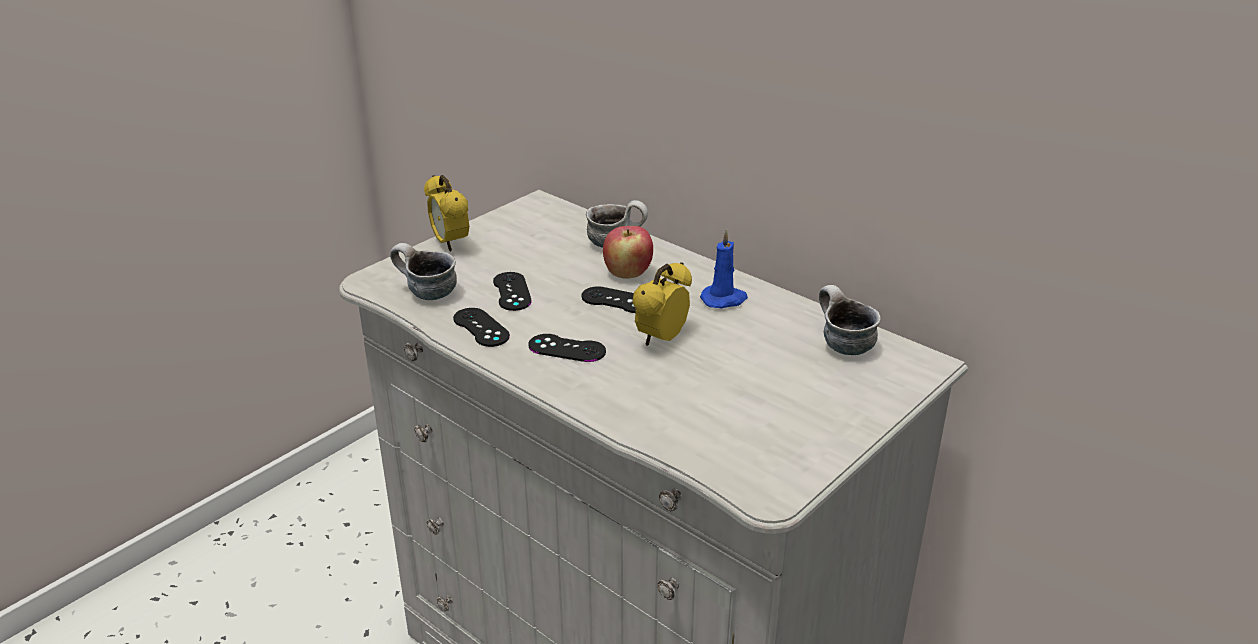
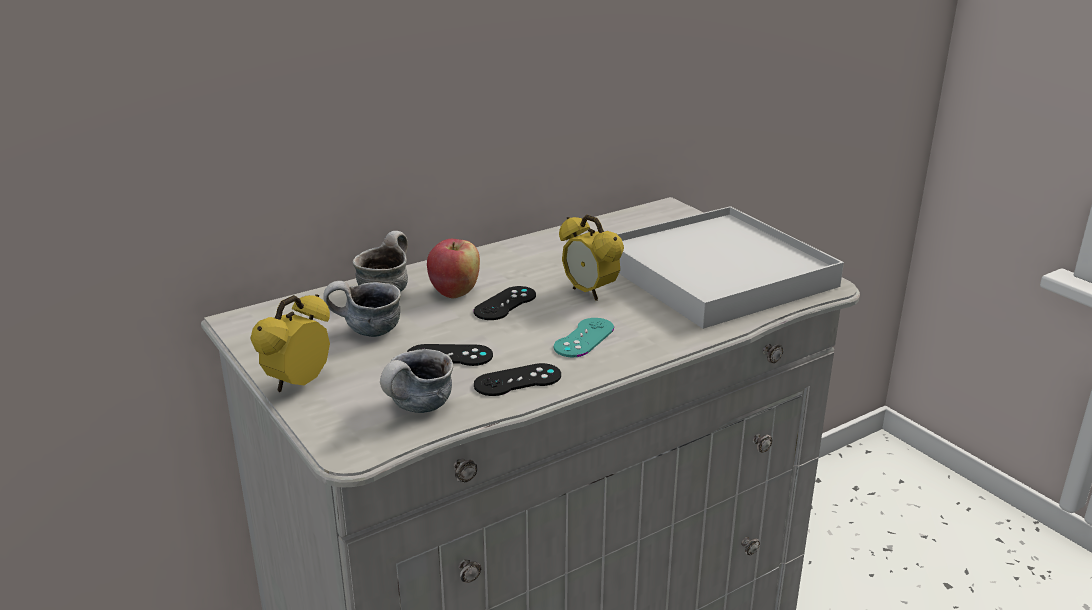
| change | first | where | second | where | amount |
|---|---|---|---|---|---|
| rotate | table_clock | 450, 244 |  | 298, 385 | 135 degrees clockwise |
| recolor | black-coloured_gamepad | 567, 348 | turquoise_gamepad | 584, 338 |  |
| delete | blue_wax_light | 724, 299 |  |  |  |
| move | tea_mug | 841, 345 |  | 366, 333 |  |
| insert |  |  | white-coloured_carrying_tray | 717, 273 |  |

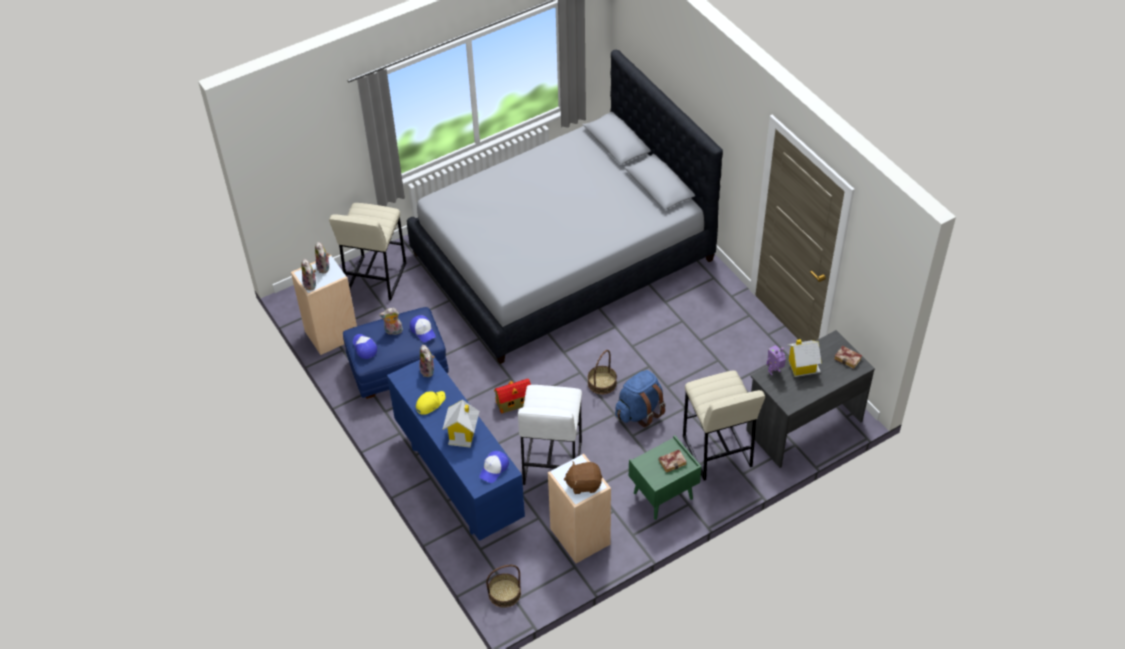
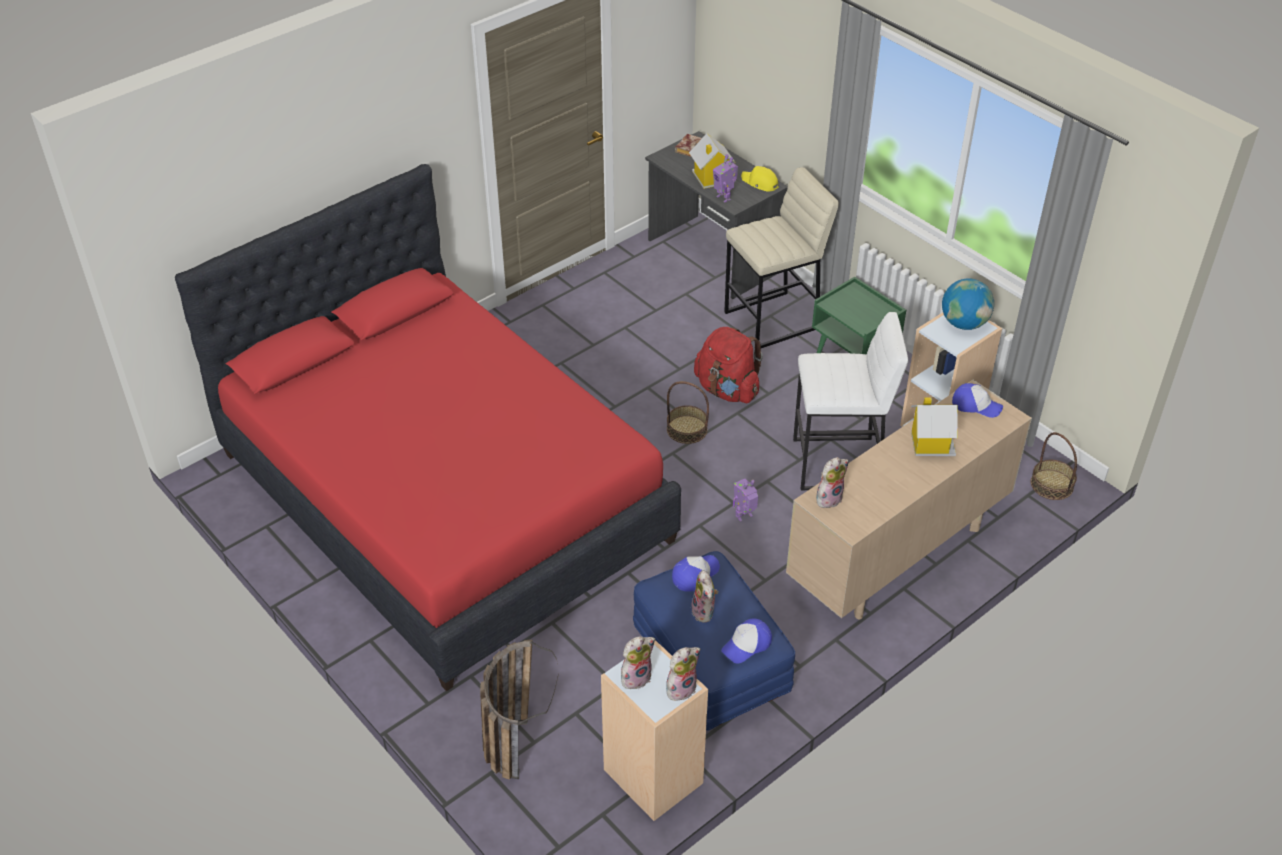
| change | first | where | second | where | amount |
|---|---|---|---|---|---|
| replace | sand-coloured_stool | 376, 279 | storage_basket | 514, 736 |  |
| recolor | blue_dresser | 458, 480 | sand-coloured_dresser | 898, 557 |  |
| recolor | greyish_bed | 563, 256 | red_bed | 444, 496 |  |
| move | yellow-coloured_cap | 430, 403 |  | 759, 183 |  |
| replace | miniature_house | 513, 403 | model_robot | 744, 516 |  |
| replace | brown-coloured_cuddly_toy | 584, 484 | globe | 964, 323 |  |
| recolor | blue_backpack | 639, 411 | red_backpack | 727, 390 |  |
| delete | volume | 673, 461 |  |  |  |

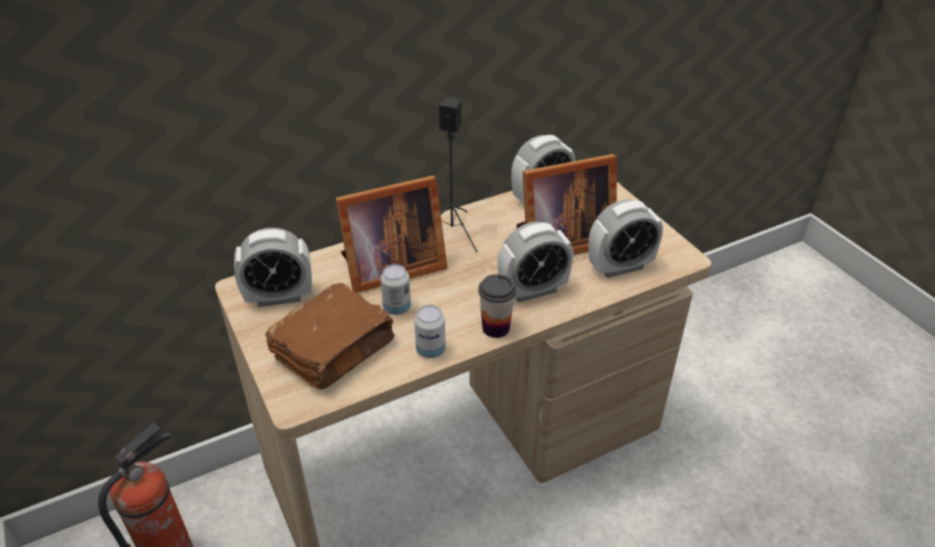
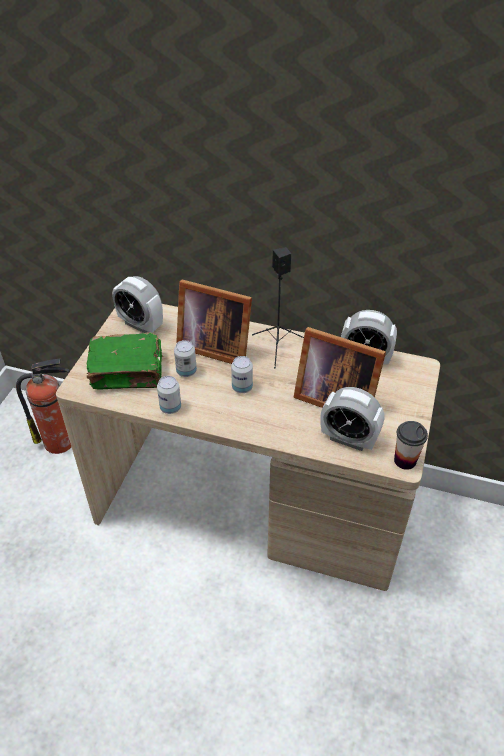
| change | first | where | second | where | amount |
|---|---|---|---|---|---|
| recolor | brown-coloured_volume | 335, 349 | green_volume | 128, 372 |  |
| move | drinking_cup | 496, 328 |  | 405, 460 |  |
| delete | table_clock | 533, 290 |  |  |  |
| insert |  |  | metal_can | 242, 387 |  |

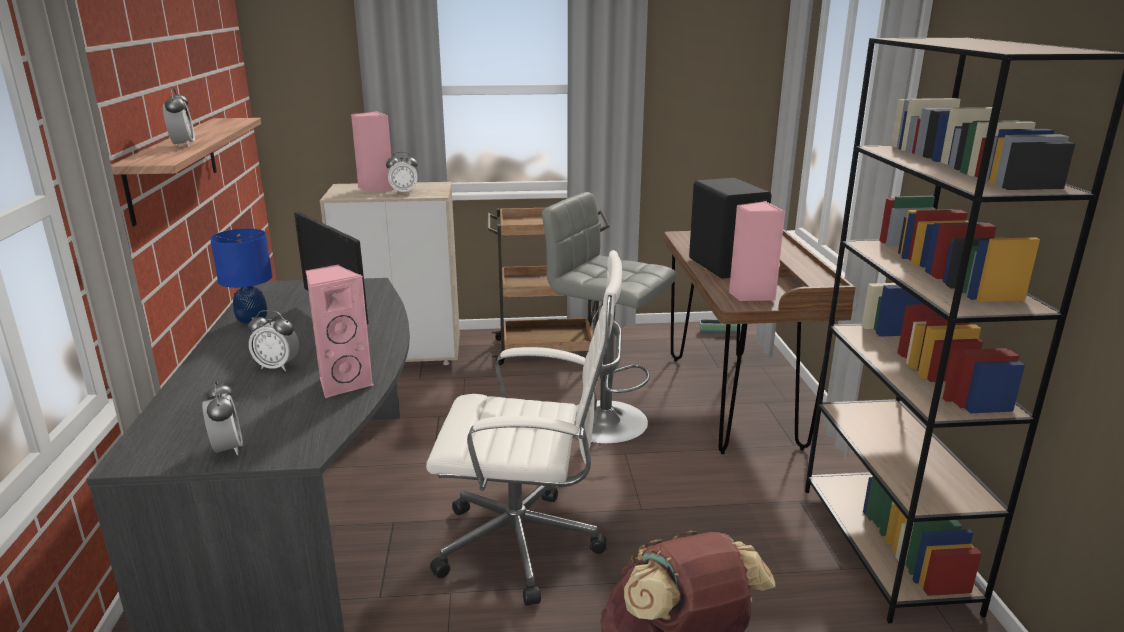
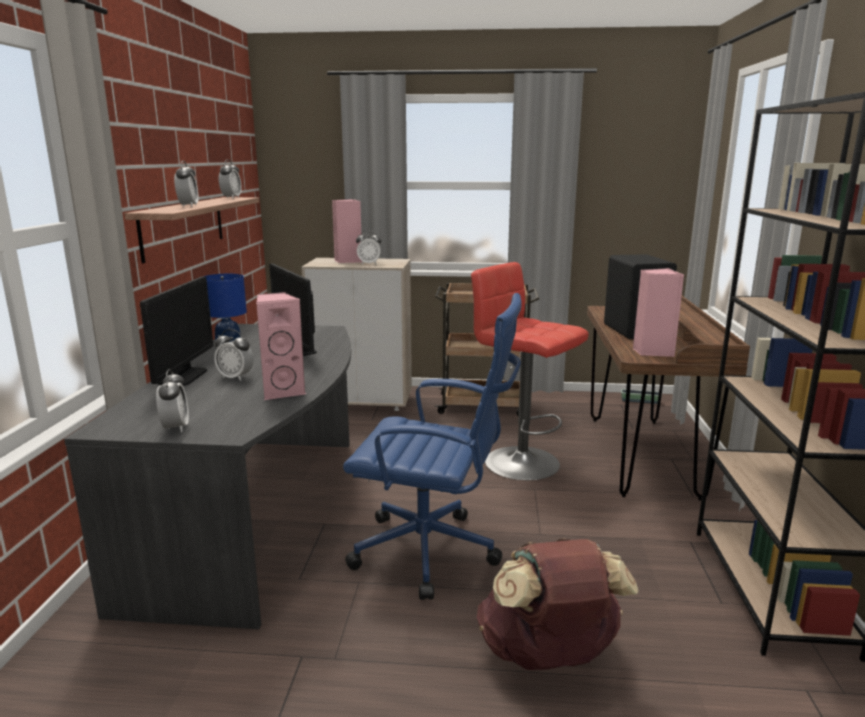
| change | first | where | second | where | amount |
|---|---|---|---|---|---|
| recolor | white-coloured_computer_chair | 527, 545 | blue_computer_chair | 432, 552 |  |
| recolor | greyish_stool | 605, 421 | red_stool | 521, 462 |  |
| insert |  |  | computer_display | 182, 376 |  |
| insert |  |  | table_clock | 231, 198 |  |

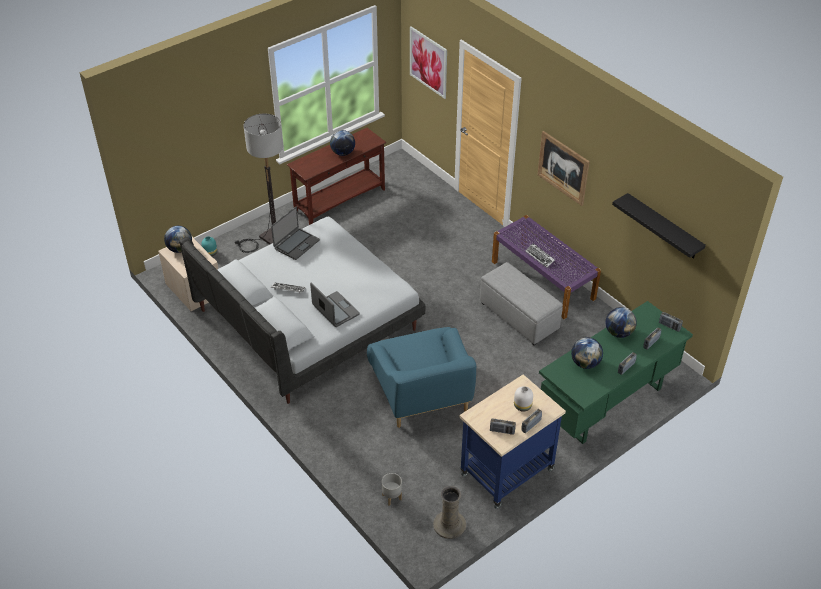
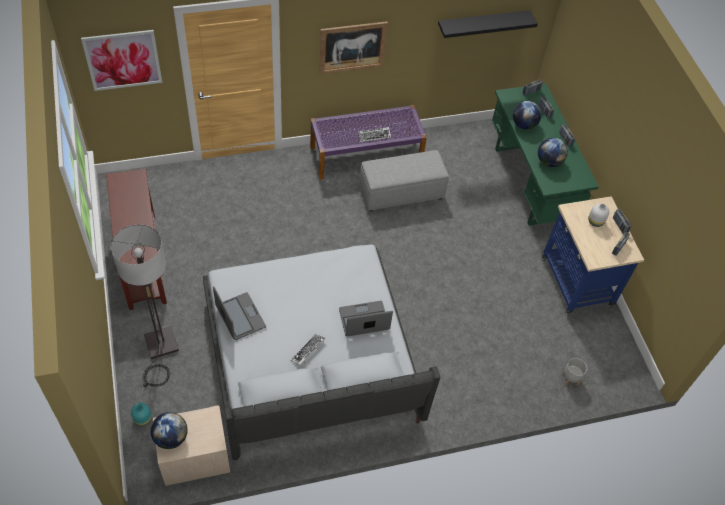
| change | first | where | second | where | amount |
|---|---|---|---|---|---|
| delete | globe | 343, 153 |  |  |  |
| delete | blue_easy_chair | 422, 392 |  |  |  |
| delete | sand-coloured_vase | 449, 524 |  |  |  |

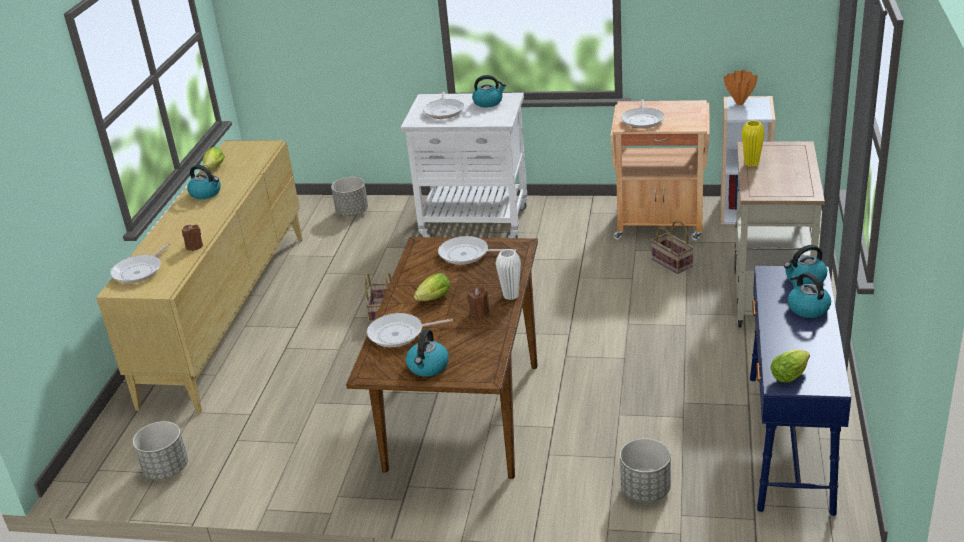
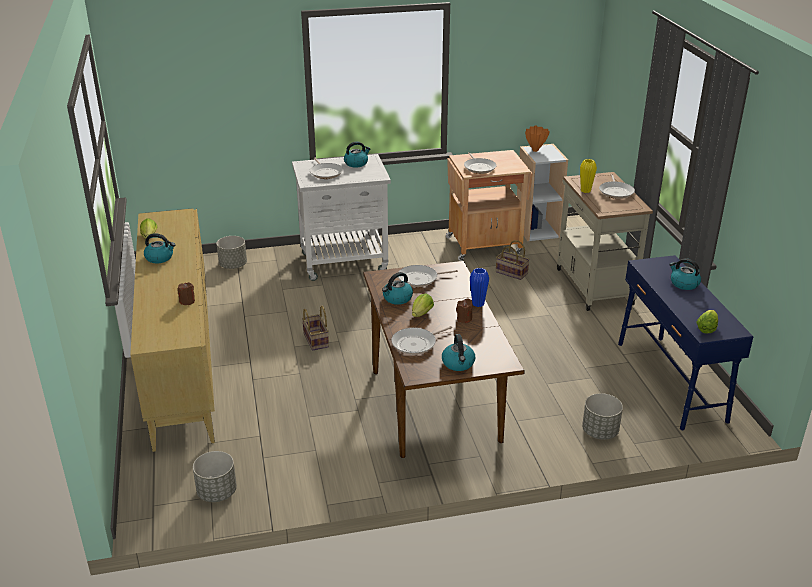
| change | first | where | second | where | amount |
|---|---|---|---|---|---|
| move | skillet | 140, 271 |  | 616, 192 |  |
| recolor | white-coloured_vase | 511, 295 | blue_vase | 478, 304 |  |
| move | tea_kettle | 804, 279 |  | 397, 298 |  |

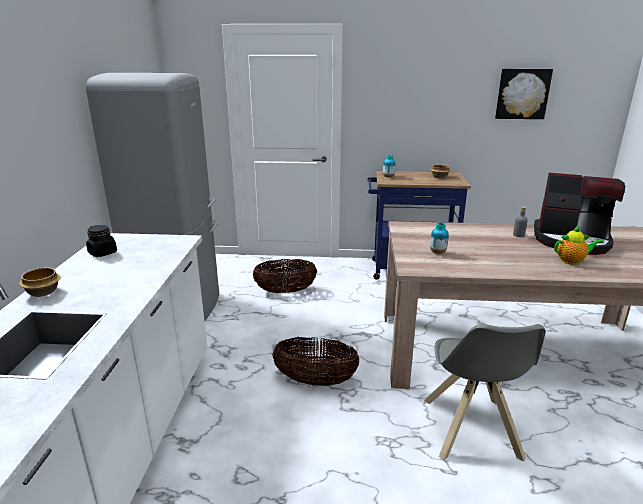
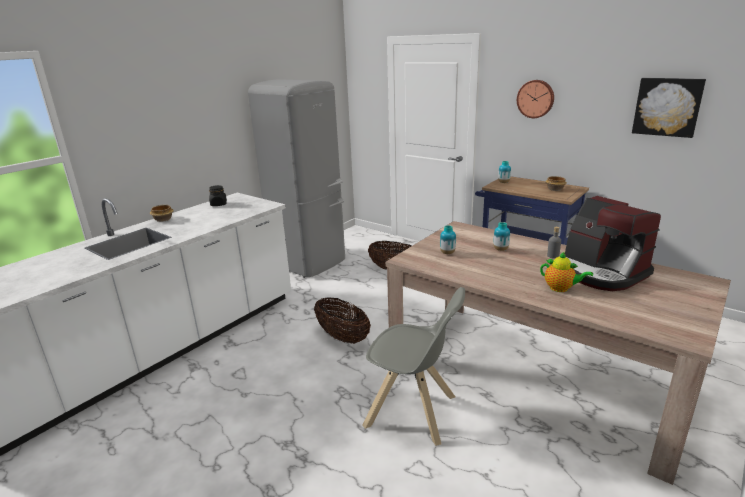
| change | first | where | second | where | amount |
|---|---|---|---|---|---|
| rotate | greyish_plain_chair | 471, 430 |  | 413, 412 | 105 degrees counterclockwise |
| insert |  |  | vase | 500, 249 |  |
| insert |  |  | clock_on_the_wall | 535, 99 |  |

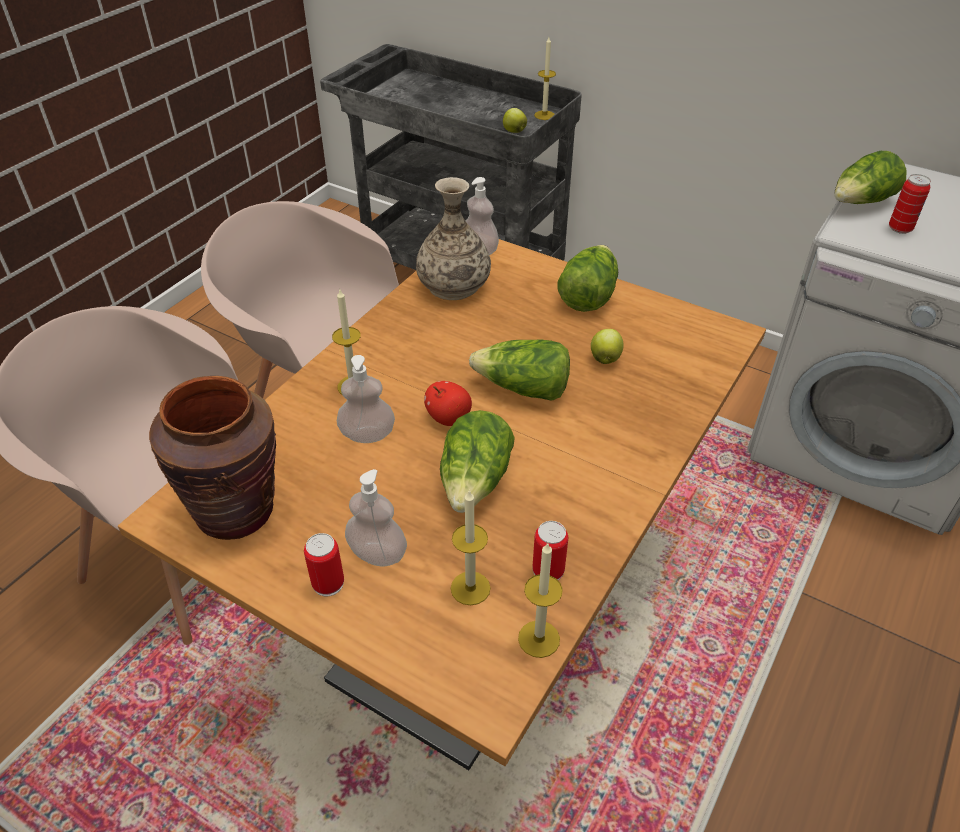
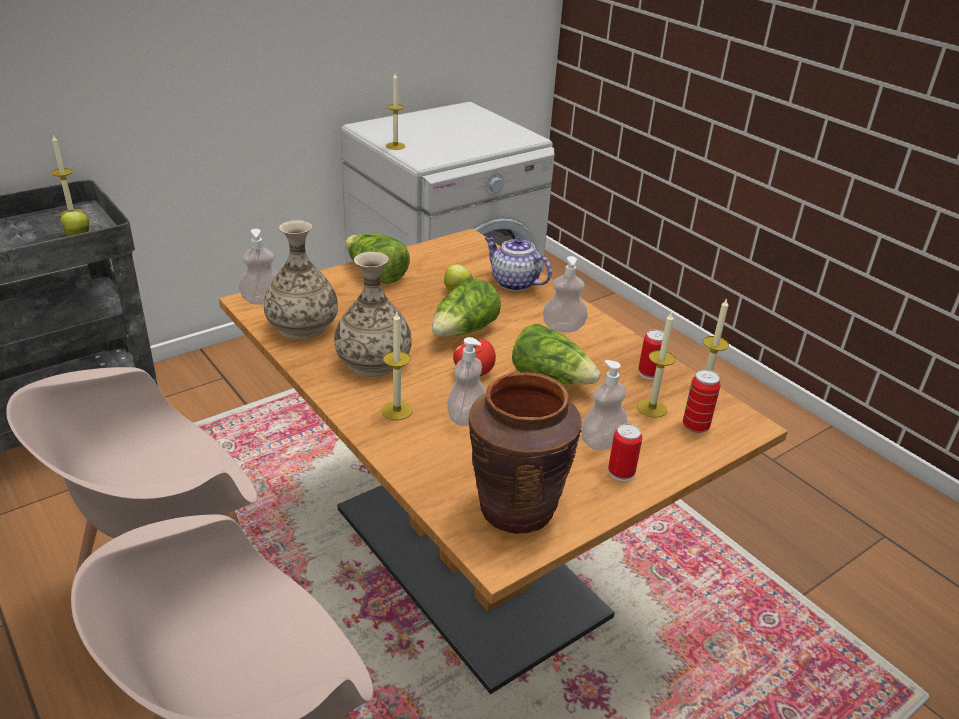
| change | first | where | second | where | amount |
|---|---|---|---|---|---|
| replace | head_of_lettuce | 861, 202 | wax_light | 395, 146 |  |
| move | metal_can | 900, 228 |  | 695, 426 |  |
| insert |  |  | vase | 373, 361 |  |
| insert |  |  | pot_for_tea | 513, 282 |  |
| insert |  |  | liquid_soap_bottle | 563, 328 |  |

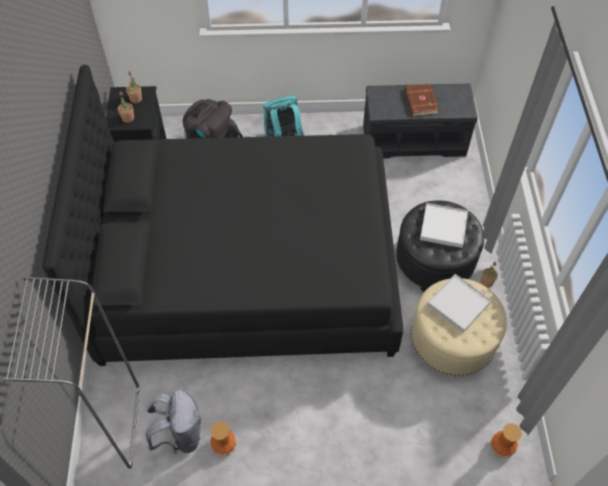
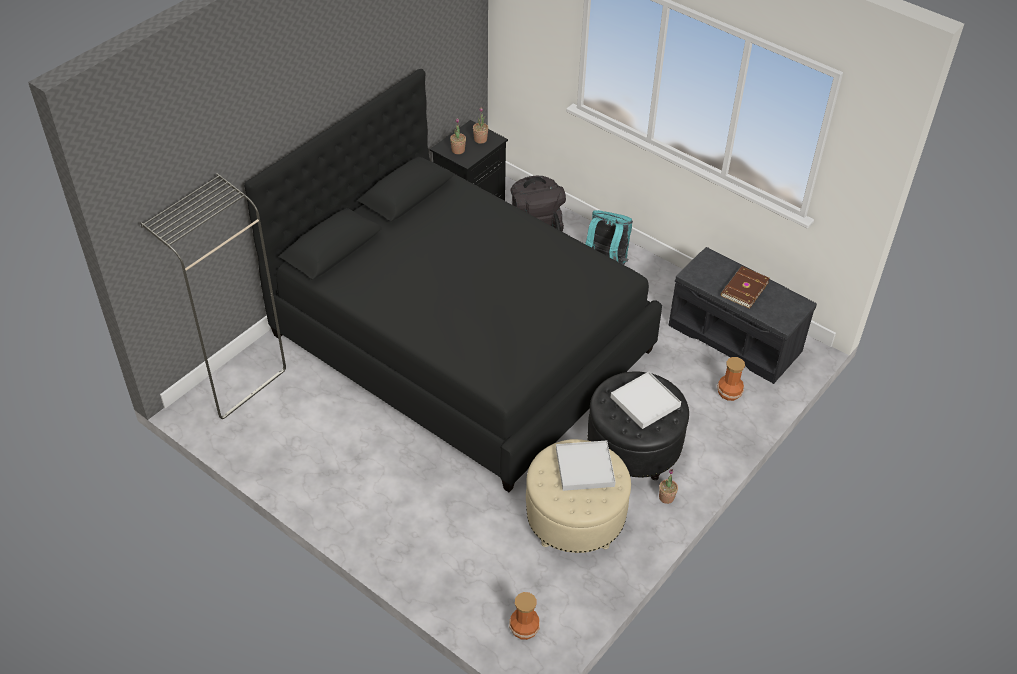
| change | first | where | second | where | amount |
|---|---|---|---|---|---|
| delete | greyish_backpack | 180, 434 |  |  |  |
| move | vase | 223, 445 |  | 728, 392 |  |

